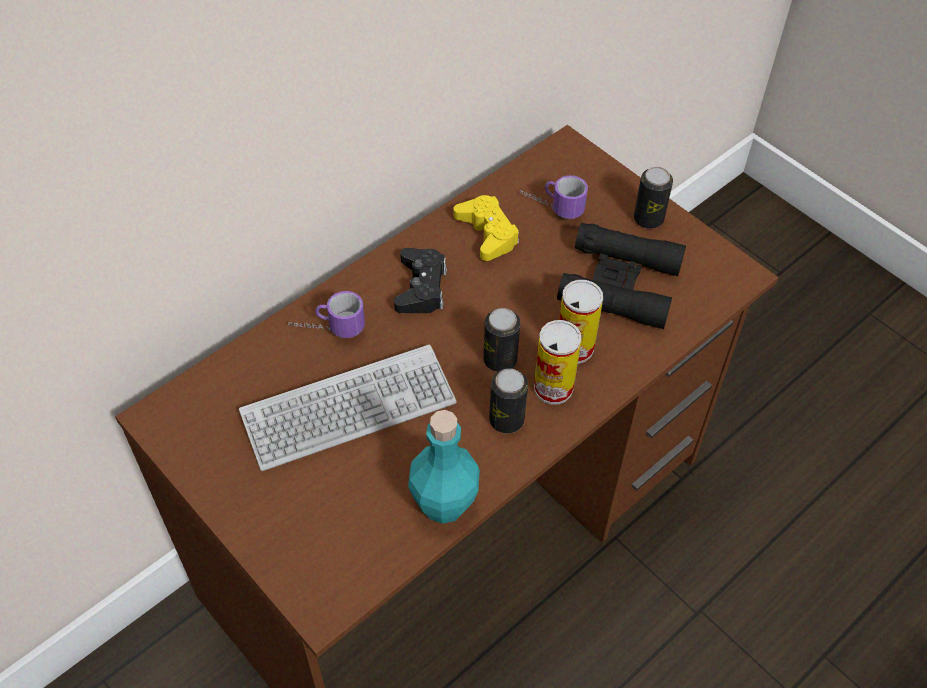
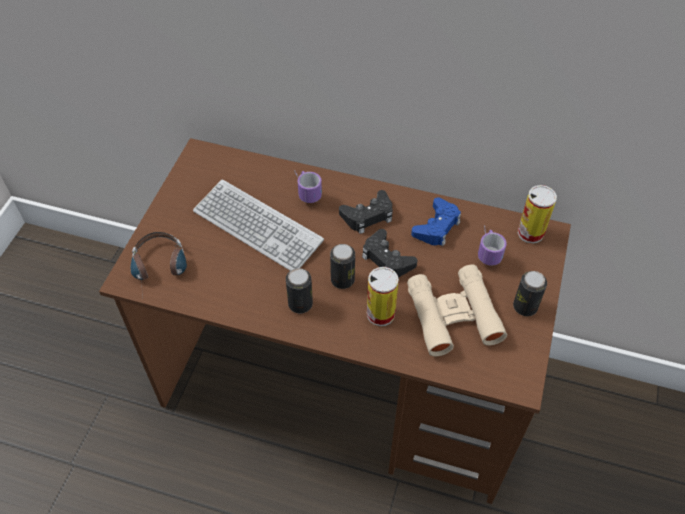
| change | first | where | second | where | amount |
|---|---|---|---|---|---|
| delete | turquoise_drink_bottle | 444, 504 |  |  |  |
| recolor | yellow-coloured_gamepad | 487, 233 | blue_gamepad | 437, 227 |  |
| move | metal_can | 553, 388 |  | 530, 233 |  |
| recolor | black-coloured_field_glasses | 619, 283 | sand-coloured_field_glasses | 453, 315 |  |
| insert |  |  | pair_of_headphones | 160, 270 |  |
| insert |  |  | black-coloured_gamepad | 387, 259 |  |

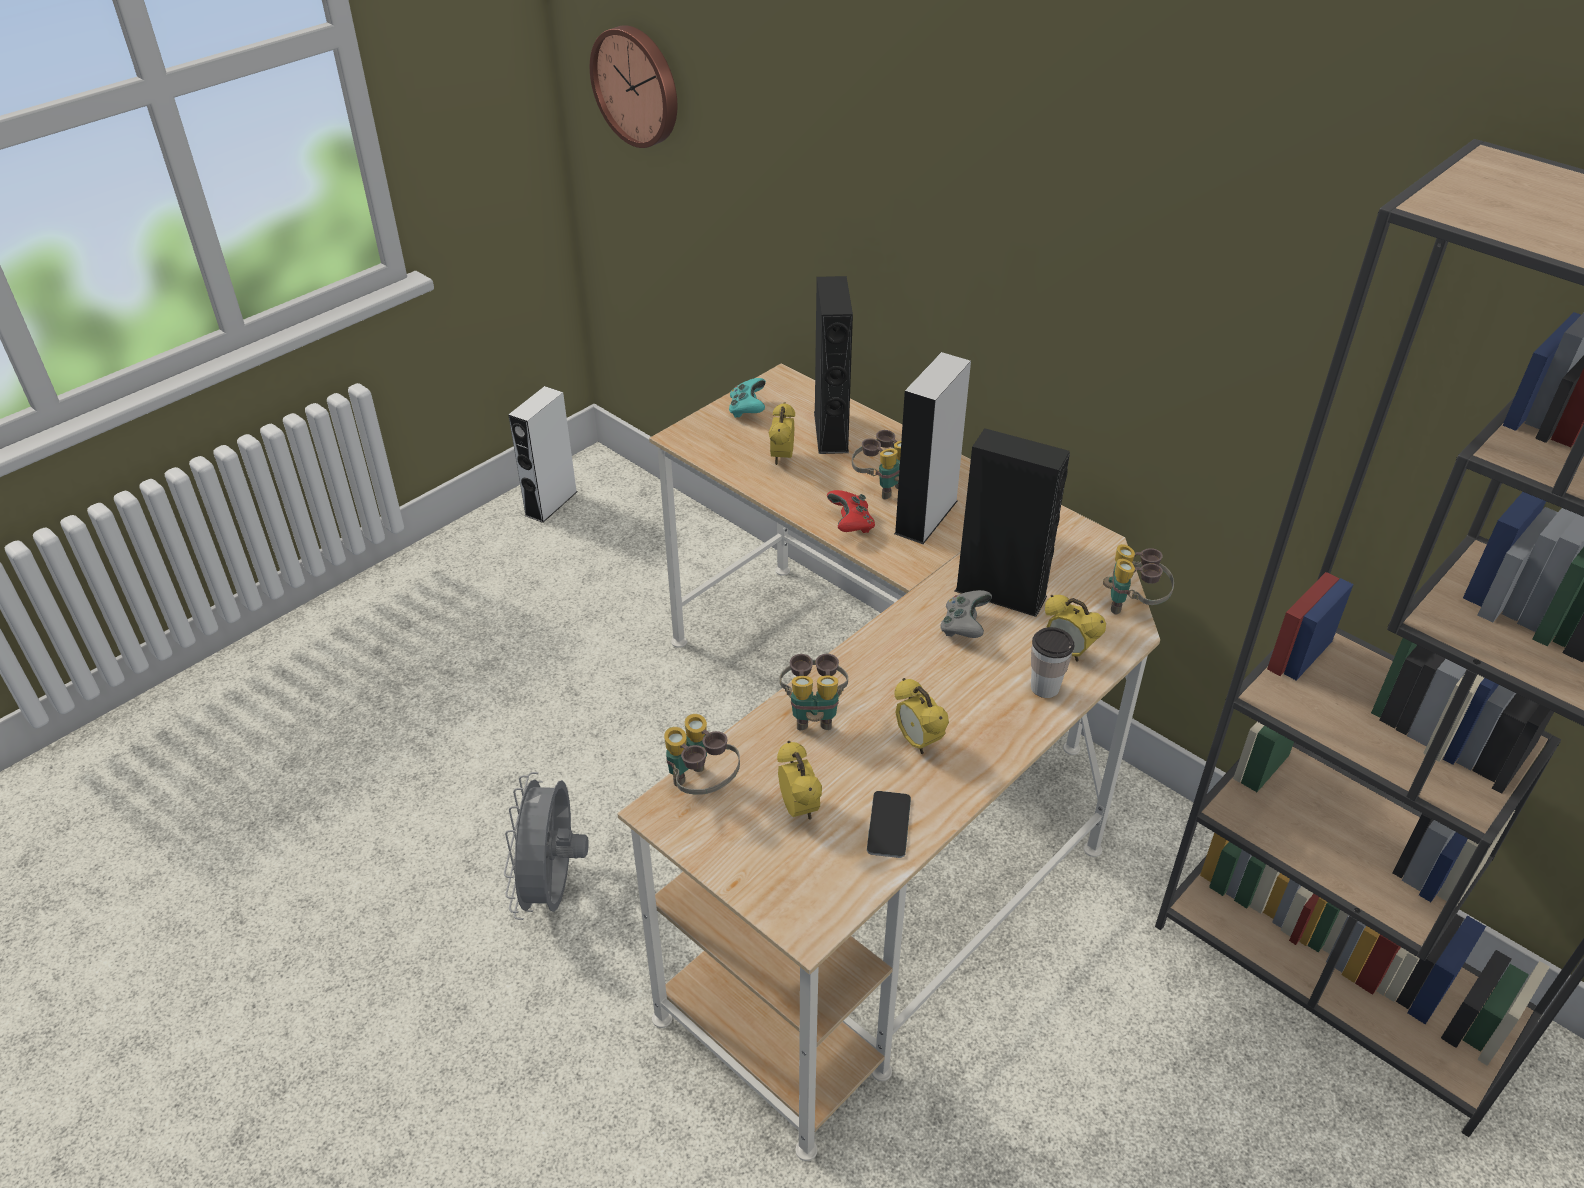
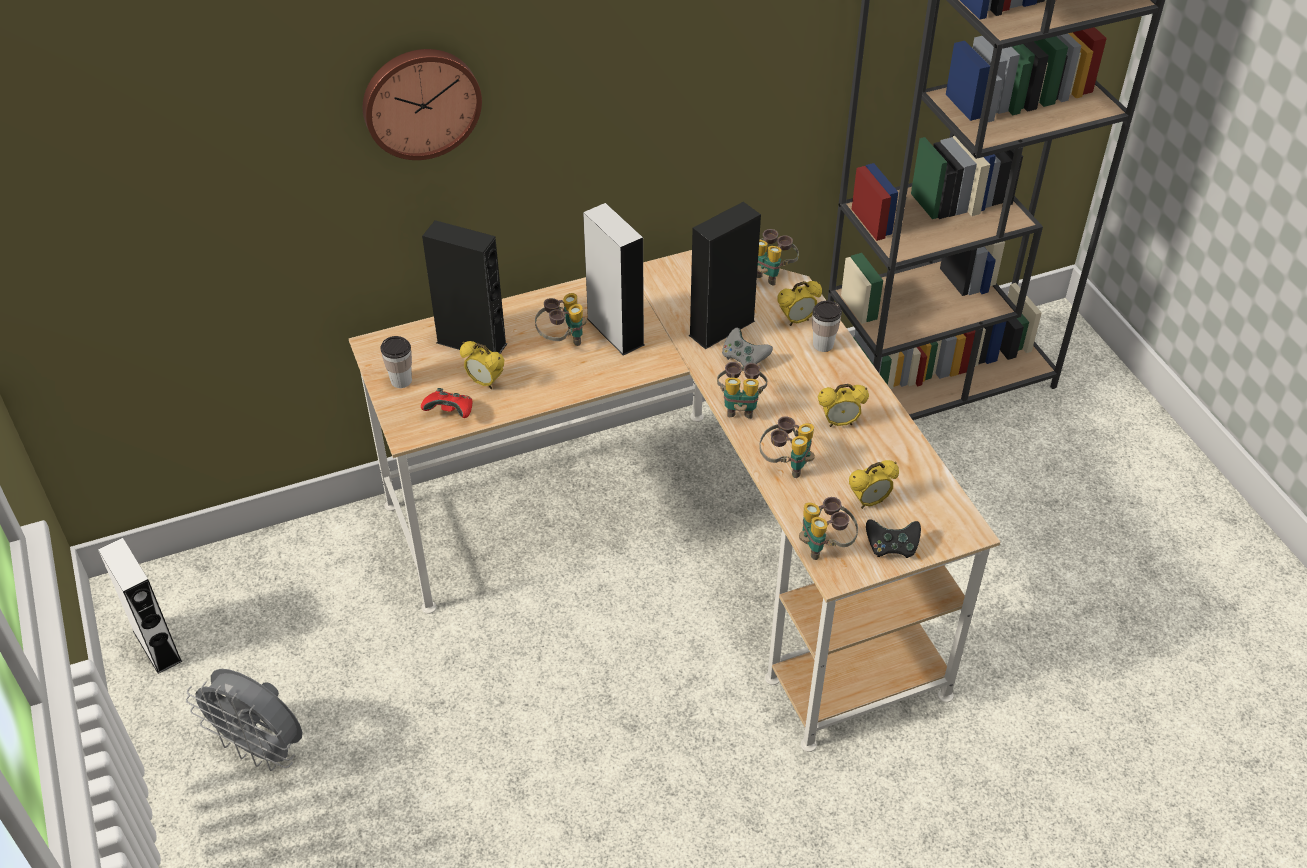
| change | first | where | second | where | amount |
|---|---|---|---|---|---|
| move | greyish_fan | 553, 889 |  | 262, 748 |  |
| move | clock_on_the_wall | 638, 85 |  | 420, 101 |  |
| replace | turquoise_gamepad | 747, 409 | drinking_cup | 401, 380 |  |
| rotate | table_clock | 799, 809 |  | 869, 502 | 150 degrees clockwise |
| move | red_gamepad | 851, 524 |  | 450, 413 |  |
| delete | telephone | 889, 824 |  |  |  |
| insert |  |  | field_glasses | 740, 406 |  |
| insert |  |  | black-coloured_gamepad | 891, 547 |  |

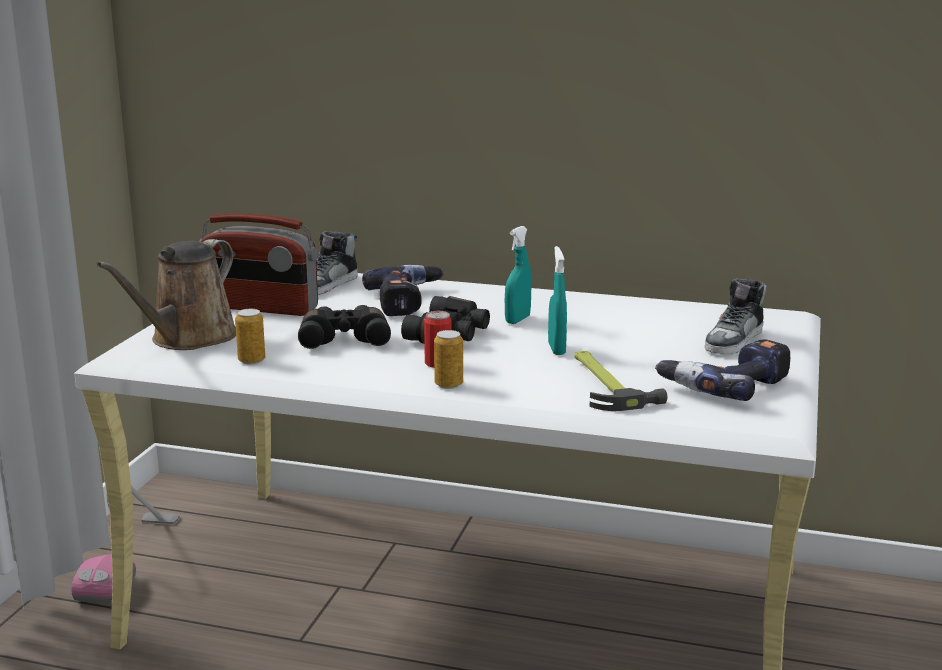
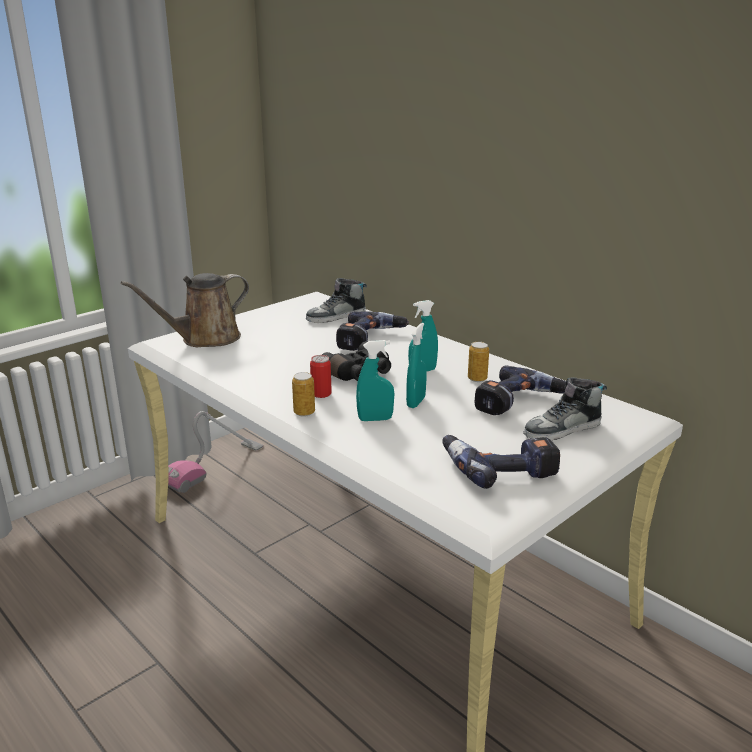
| change | first | where | second | where | amount |
|---|---|---|---|---|---|
| delete | radio | 260, 308 |  |  |  |
| move | metal_can | 251, 360 |  | 477, 379 |  |
| delete | black-coloured_field_glasses | 344, 339 |  |  |  |
| delete | hand_hammer | 605, 384 |  |  |  |
| insert |  |  | turquoise_sprayer | 375, 419 |  |
| insert |  |  | power_drill | 519, 404 |  |

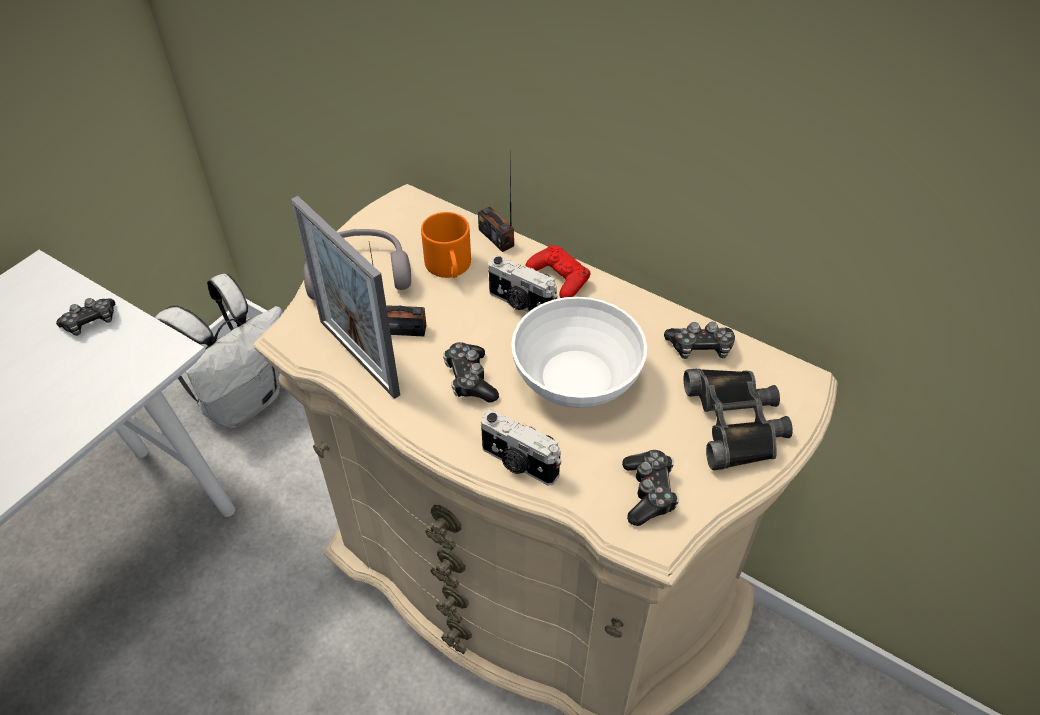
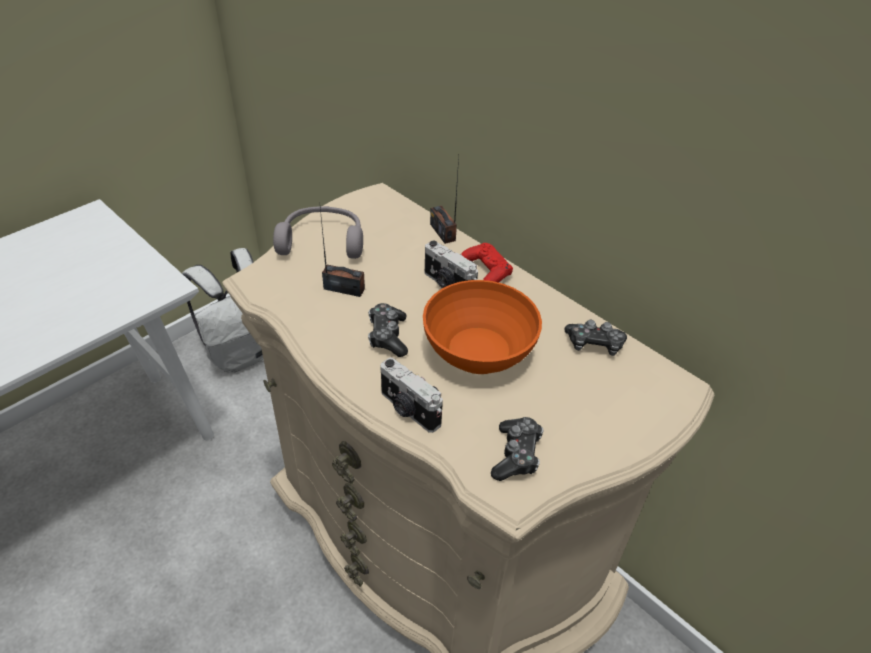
| change | first | where | second | where | amount |
|---|---|---|---|---|---|
| delete | gamepad | 91, 322 |  |  |  |
| delete | picture_frame | 358, 357 |  |  |  |
| delete | orangey_tea_mug | 450, 267 |  |  |  |
| recolor | white-coloured_bowl | 575, 378 | orangey_bowl | 477, 350 |  |
| delete | black-coloured_field_glasses | 736, 422 |  |  |  |

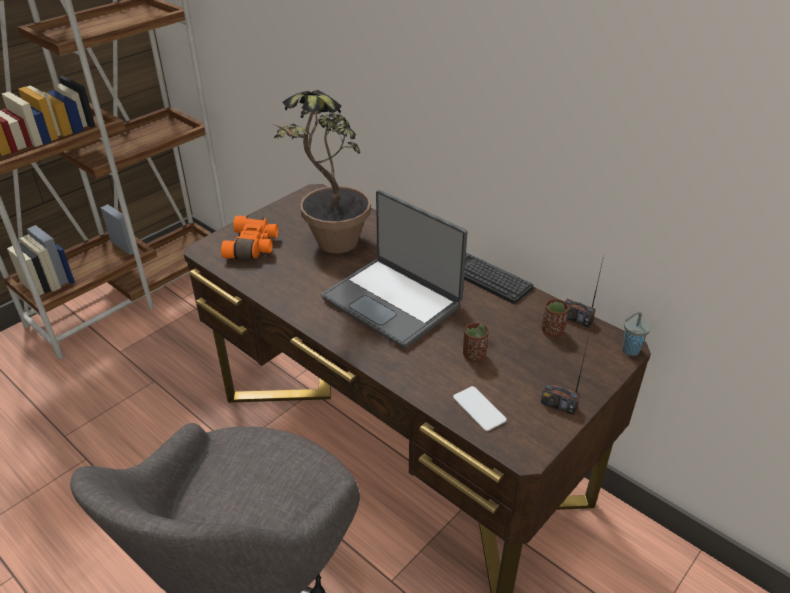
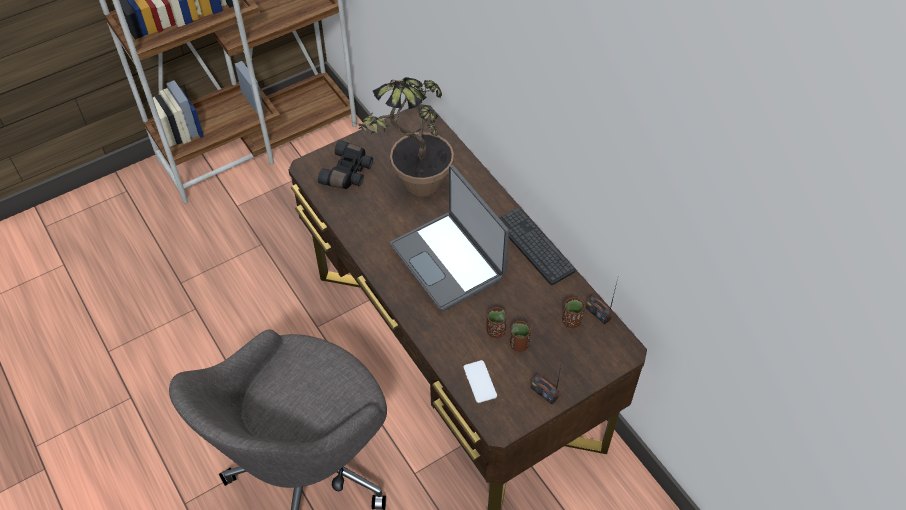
| change | first | where | second | where | amount |
|---|---|---|---|---|---|
| recolor | orangey_field_glasses | 253, 246 | black-coloured_field_glasses | 349, 173 |  |
| delete | greyish_drinking_cup | 629, 350 |  |  |  |
| insert |  |  | brown-coloured_drinking_cup | 519, 344 |  |

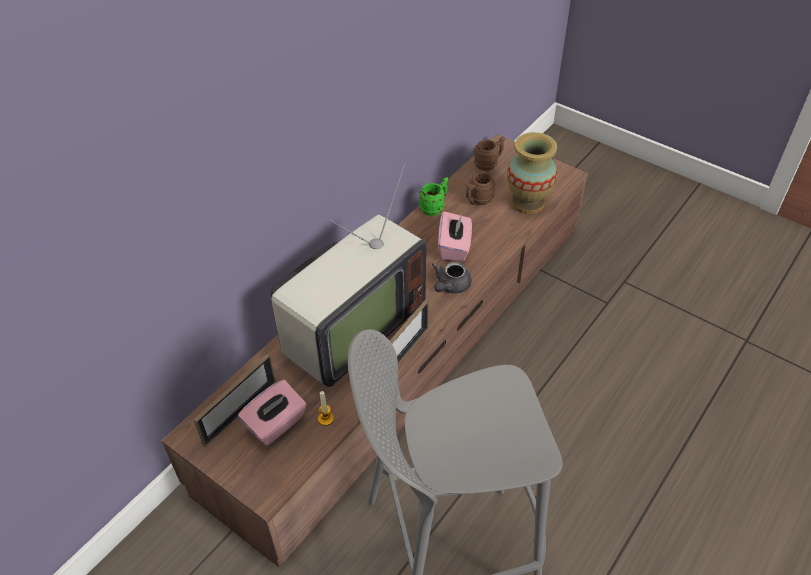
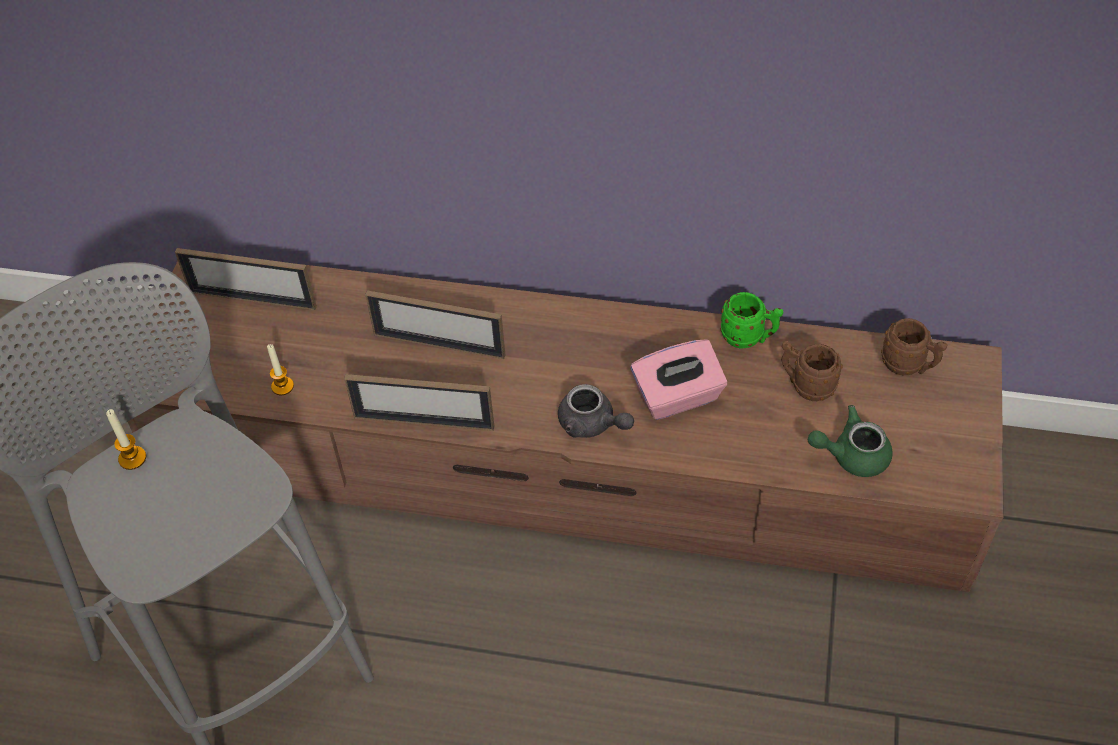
| change | first | where | second | where | amount |
|---|---|---|---|---|---|
| delete | pink-coloured_tissue_holder | 276, 424 |  |  |  |
| replace | TV | 349, 331 | picture_frame | 439, 345 |  |
| rotate | greyish_pot_for_tea | 450, 286 |  | 592, 424 | 150 degrees counterclockwise |
| replace | vase | 528, 203 | green_pot_for_tea | 851, 455 |  |
| insert |  |  | wax_light | 132, 458 |  |

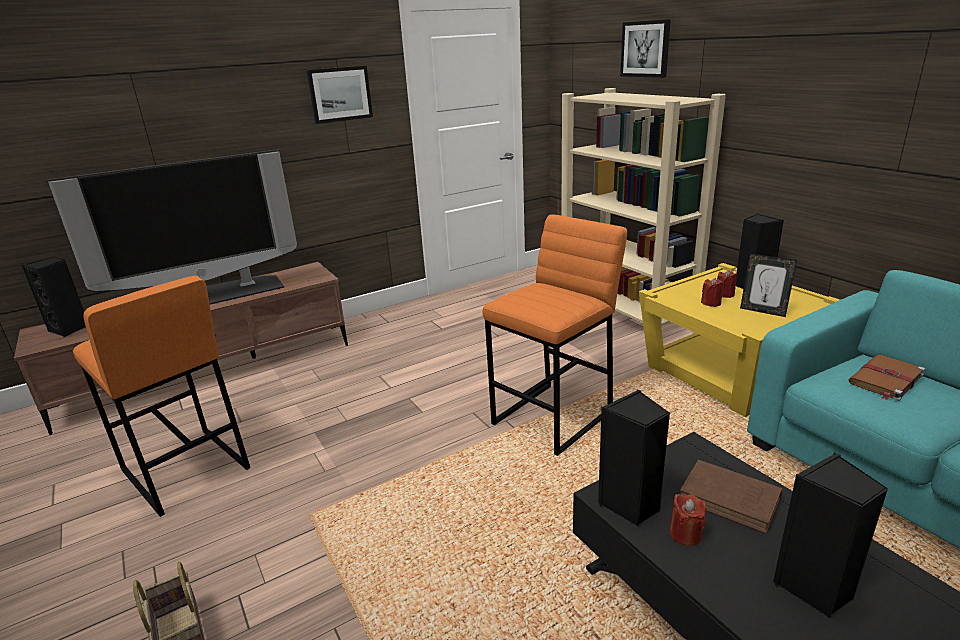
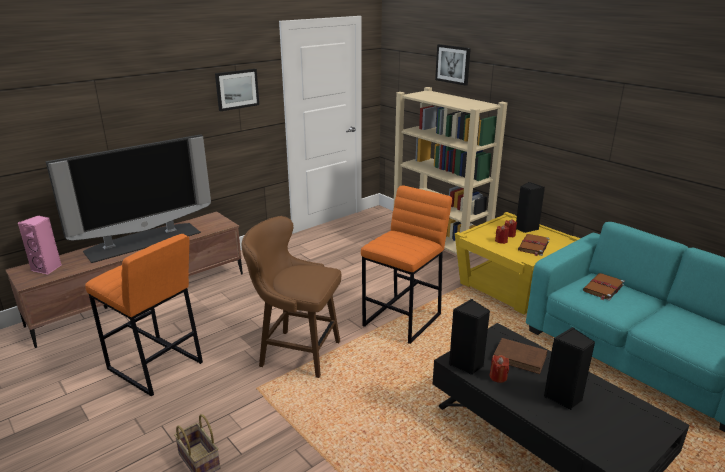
| change | first | where | second | where | amount |
|---|---|---|---|---|---|
| recolor | black-coloured_loudspeaker | 70, 329 | pink-coloured_loudspeaker | 47, 268 |  |
| replace | picture_frame | 763, 311 | brown-coloured_volume | 533, 246 |  |
| insert |  |  | brown-coloured_stool | 296, 352 |  |

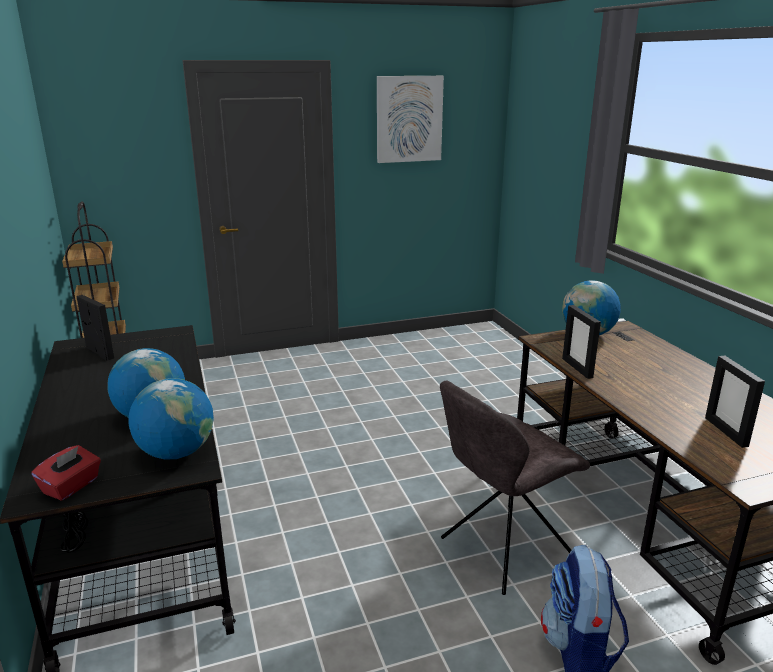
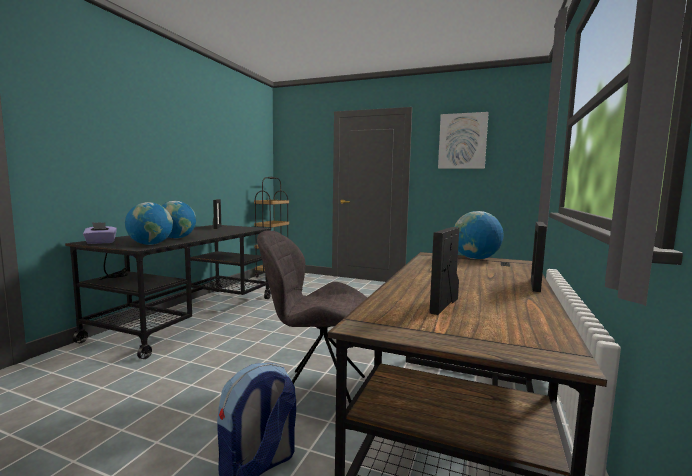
| change | first | where | second | where | amount |
|---|---|---|---|---|---|
| recolor | red_tissue_holder | 71, 486 | purplish_tissue_holder | 100, 242 |  |
| move | picture_frame | 578, 368 |  | 536, 285 |  |

